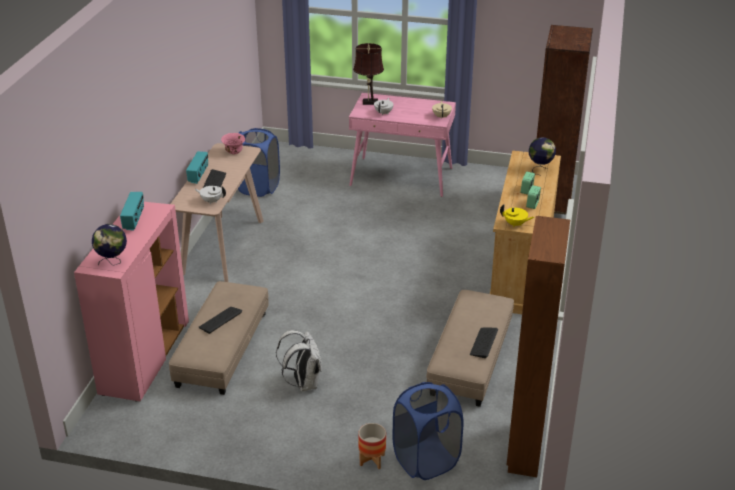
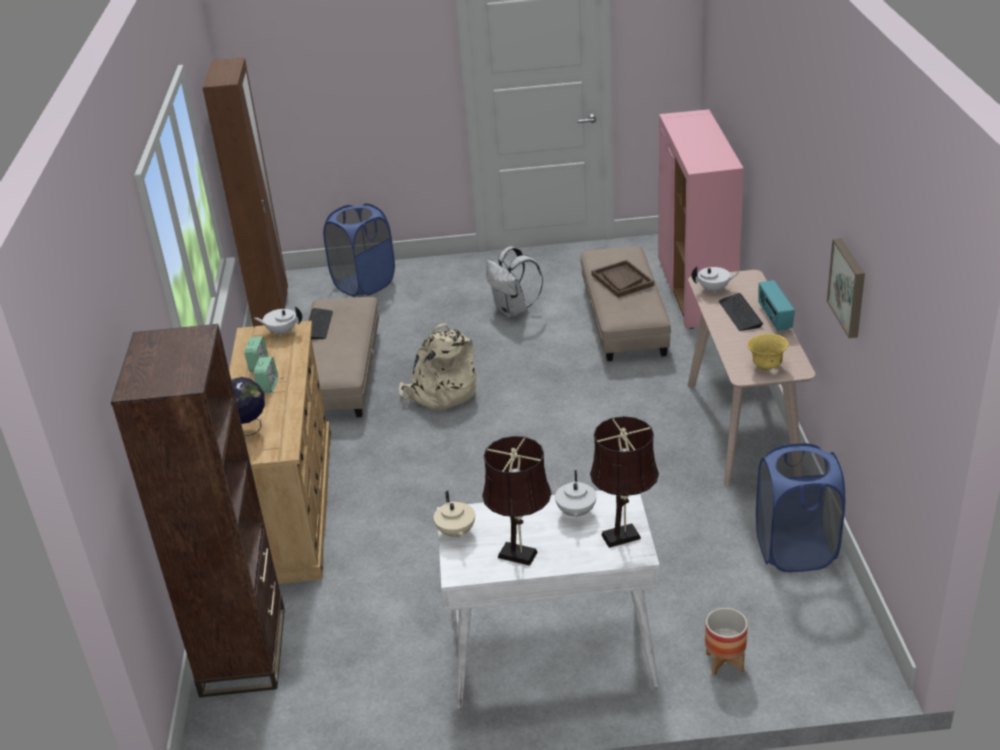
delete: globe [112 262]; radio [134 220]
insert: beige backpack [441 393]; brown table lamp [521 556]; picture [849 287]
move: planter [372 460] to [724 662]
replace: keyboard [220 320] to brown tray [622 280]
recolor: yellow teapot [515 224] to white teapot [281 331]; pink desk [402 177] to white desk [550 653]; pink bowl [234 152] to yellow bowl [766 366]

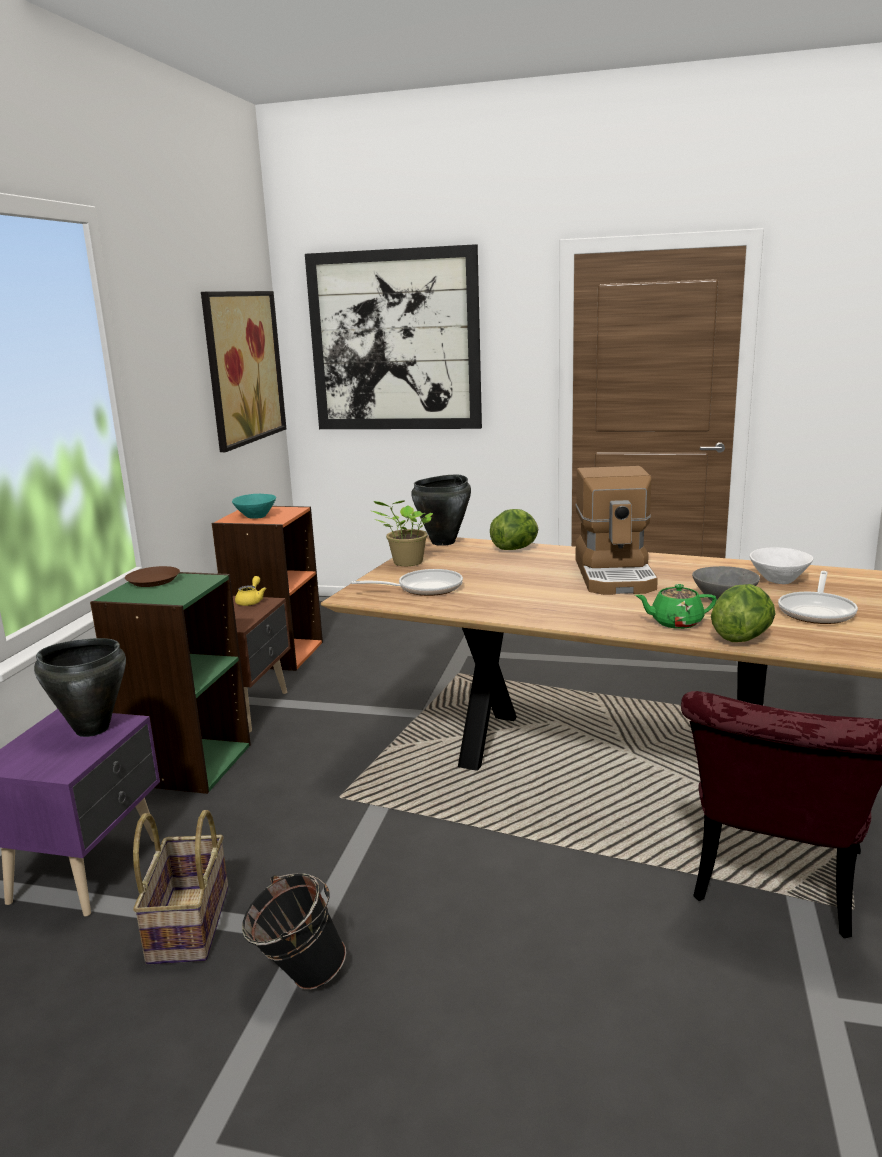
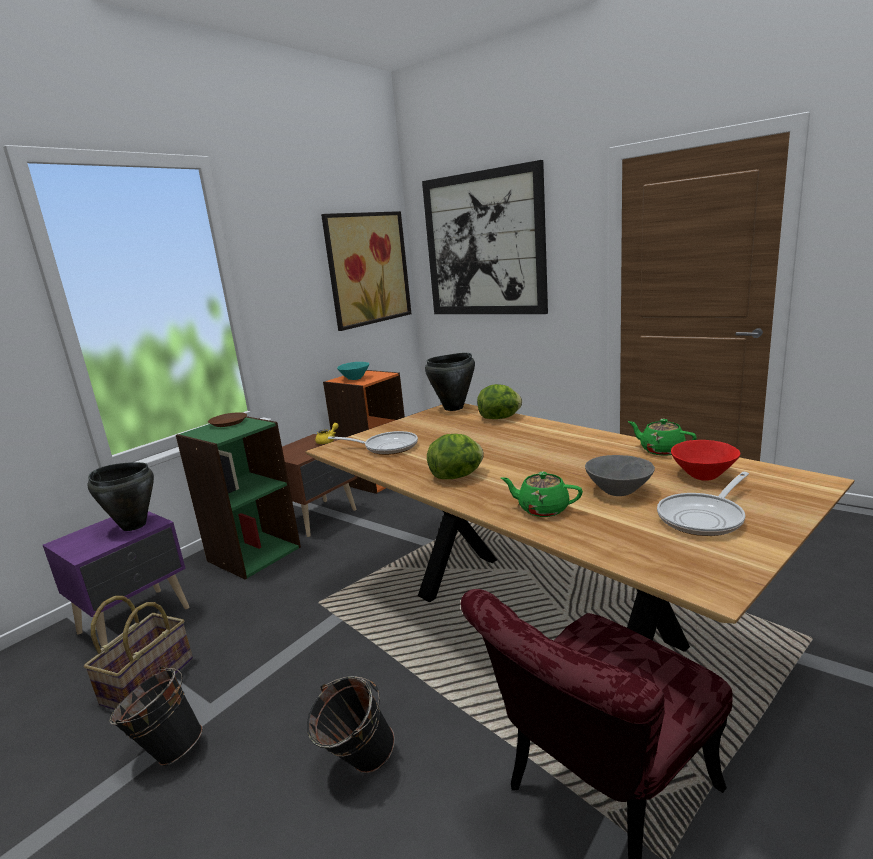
delete: potted plant [406 563]; coffee machine [616 575]
insert: black bucket [356 764]; green teapot [661 450]
move: lettuce [742 637] to [457 476]
recolor: white bowl [778 580] to red bowl [702 475]

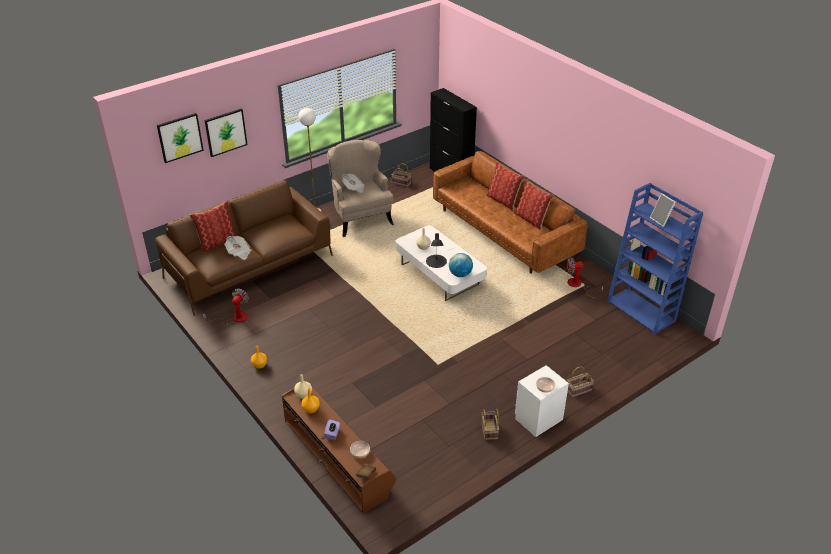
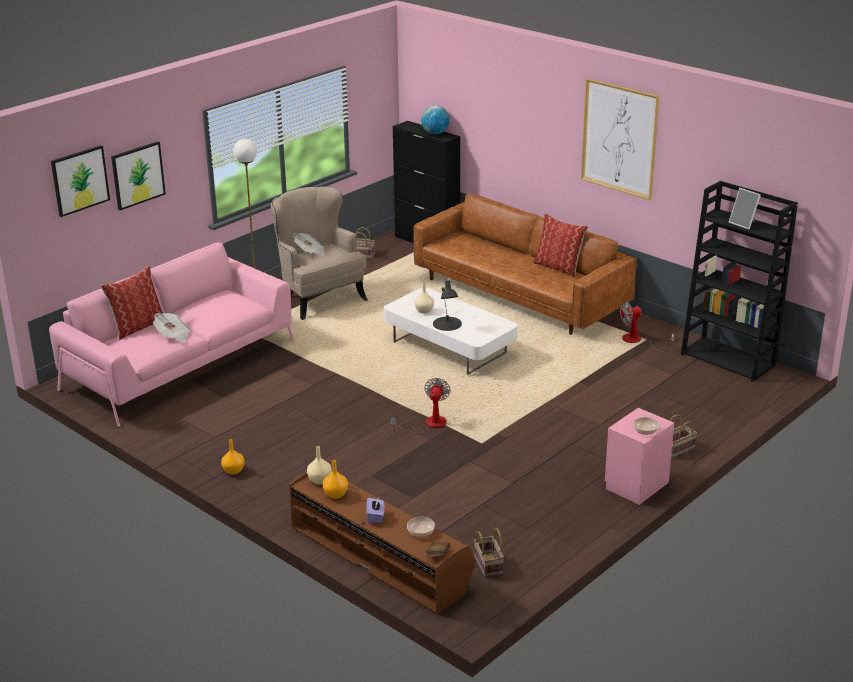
delete: pillow [503 201]
insert: picture [619 138]
move: fan [234 318] to [428 424]; globe [460 274] to [435 133]; basket [490 431] to [489 565]
recolor: brown sofa [249 267] to pink sofa [179 365]; white nightstand [538 419] to pink nightstand [636 485]; blue bookcase [641 311] to black bookcase [729 359]

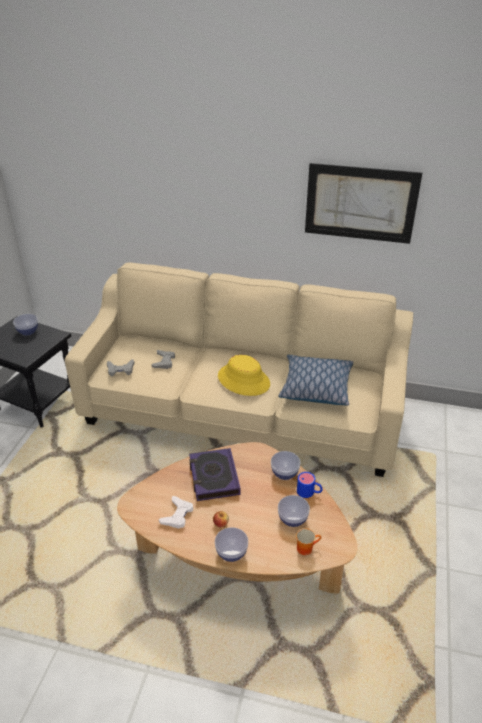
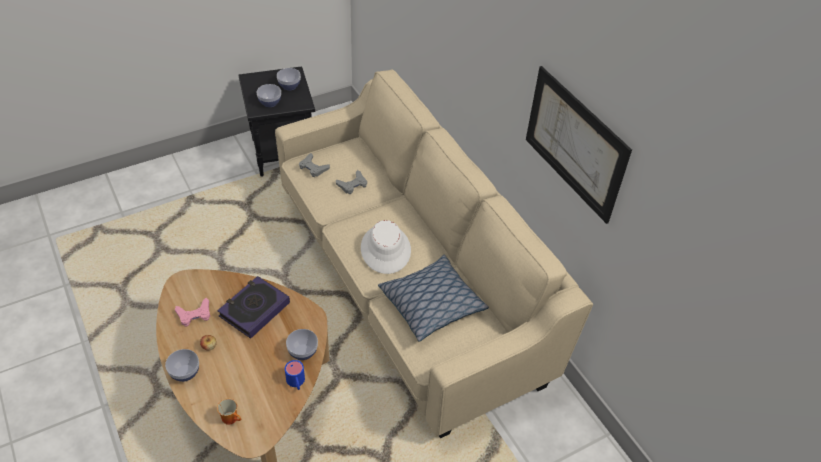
move: bowl [292 519] to [270 103]
recolor: white game controller [177 515] to pink game controller [194 315]; yellow hat [244 380] to white hat [386 249]

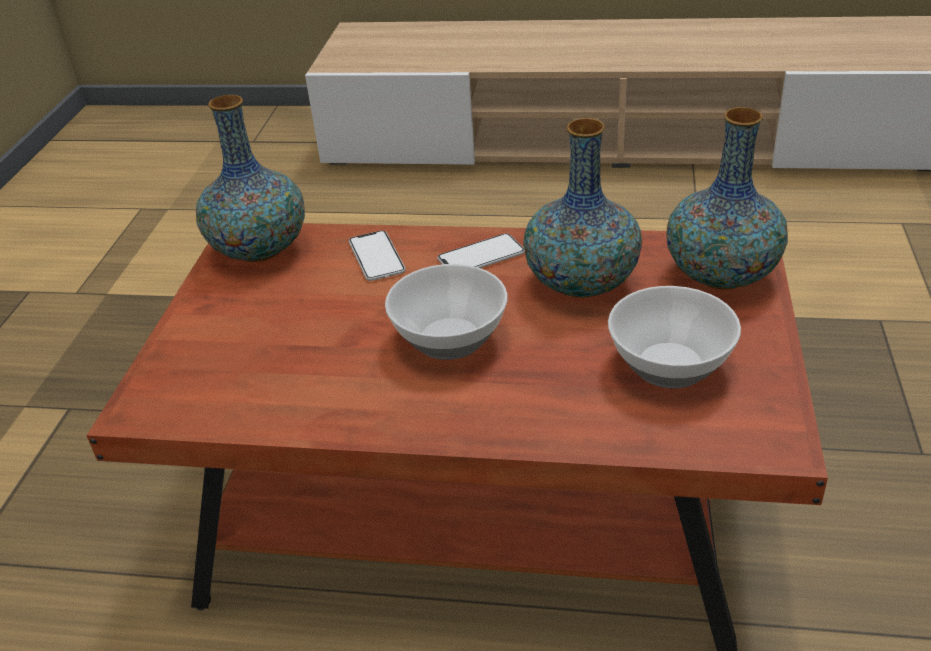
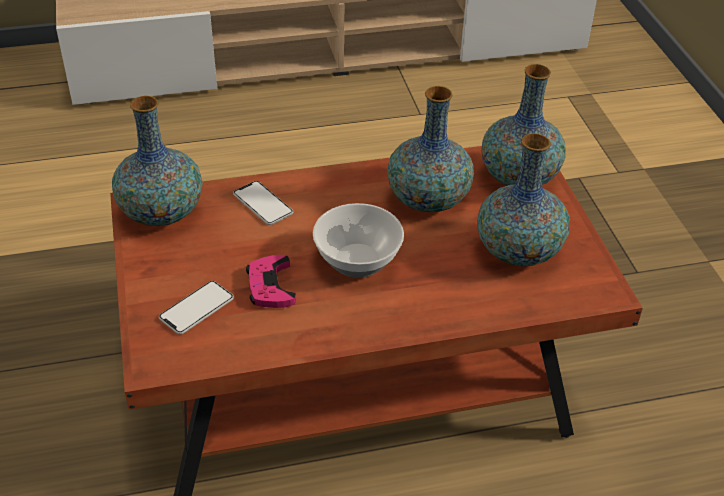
insert: pink game controller [270 286]
move: phone [481 256] to [196 308]
replace: bowl [672 366] to vase [518 252]

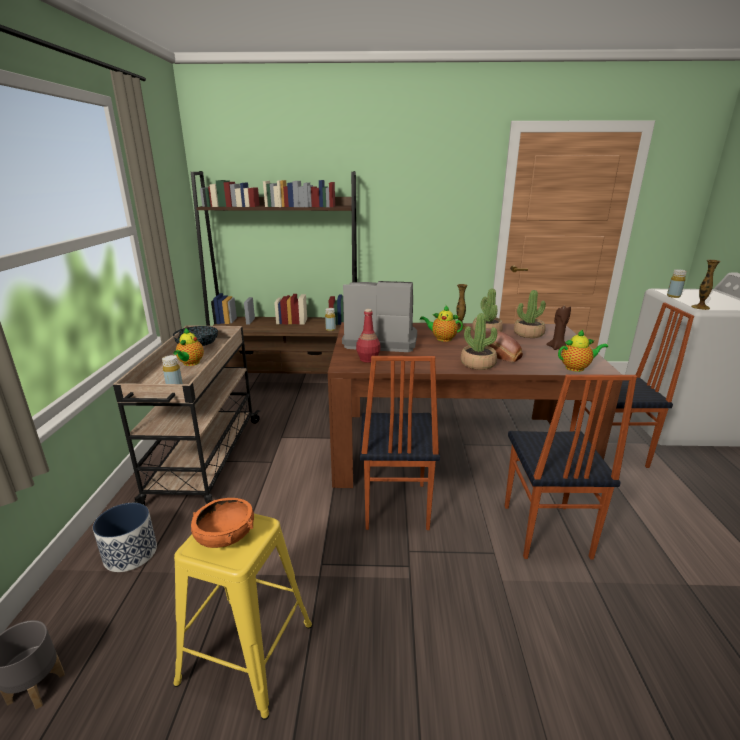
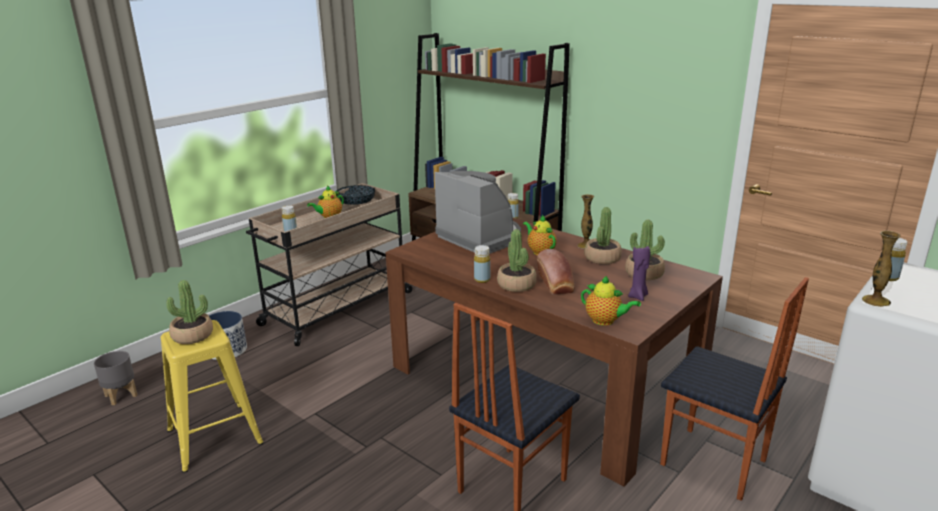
delete: red bottle [368 359]; chair [394 506]
insert: yellow bottle [482 279]
replace: orange bowl [225 536] to potted plant [192 336]
recolor: brown candle [557 348] to purple candle [638 296]

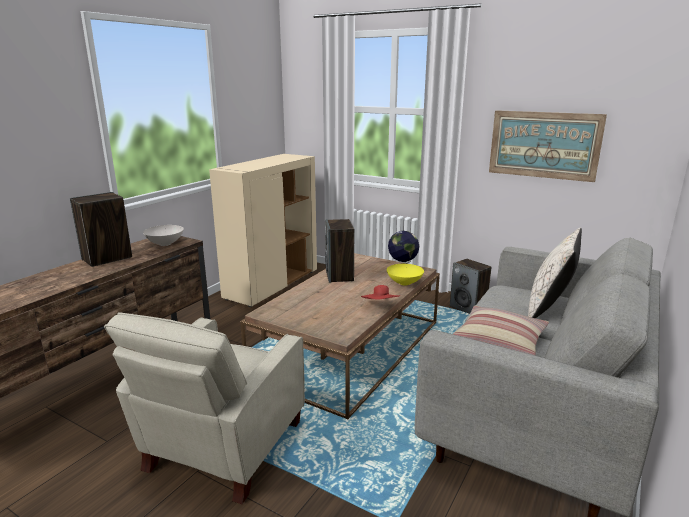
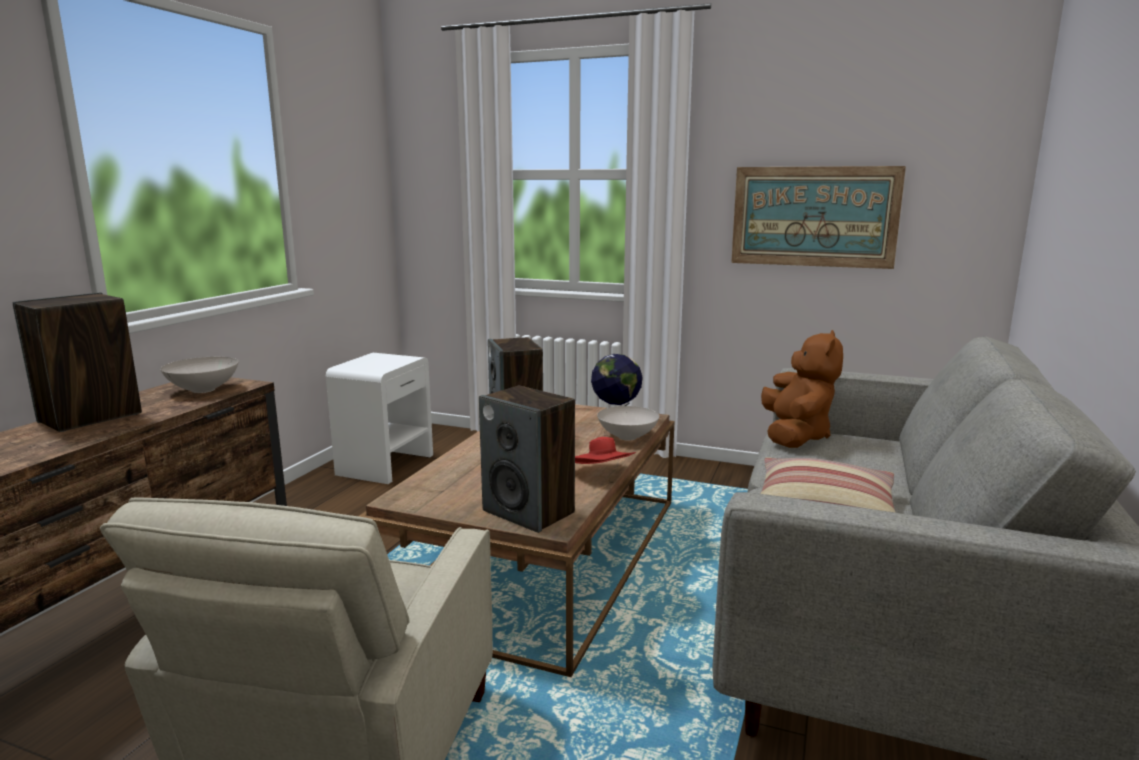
delete: beige pillow [549 309]
insert: brown plush toy [795 436]
move: speaker [468 308] to [529 512]
replace: beige cabinet [272 284] to white nightstand [386 464]
recolor: yellow bowl [404 283] to white bowl [626 437]

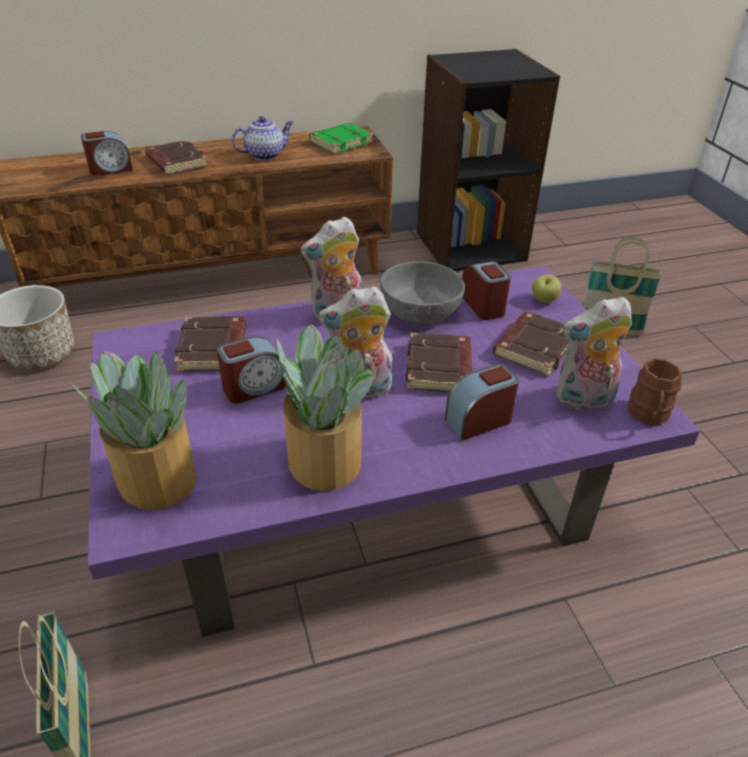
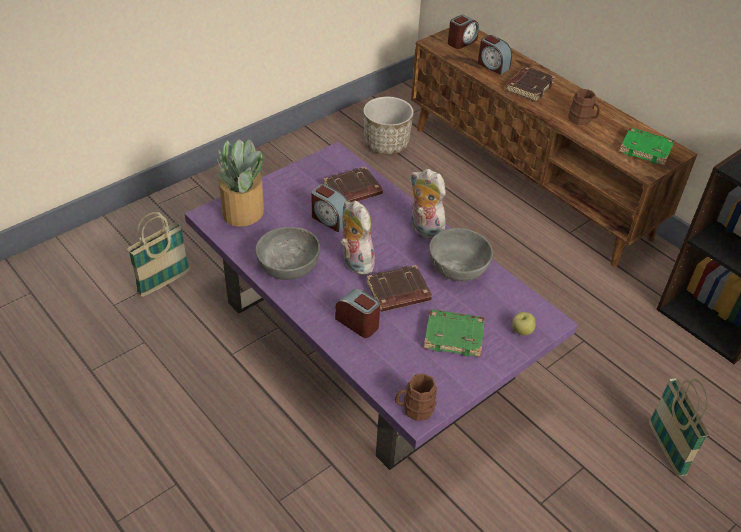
delete: plush toy [583 400]
move: alarm clock [483 305] to [461 42]
replace: potted plant [324 459] to grey bowl [288 266]; teapot [265 155] to brown mug [582 120]
recolor: brown book [534 347] to green book [454 335]

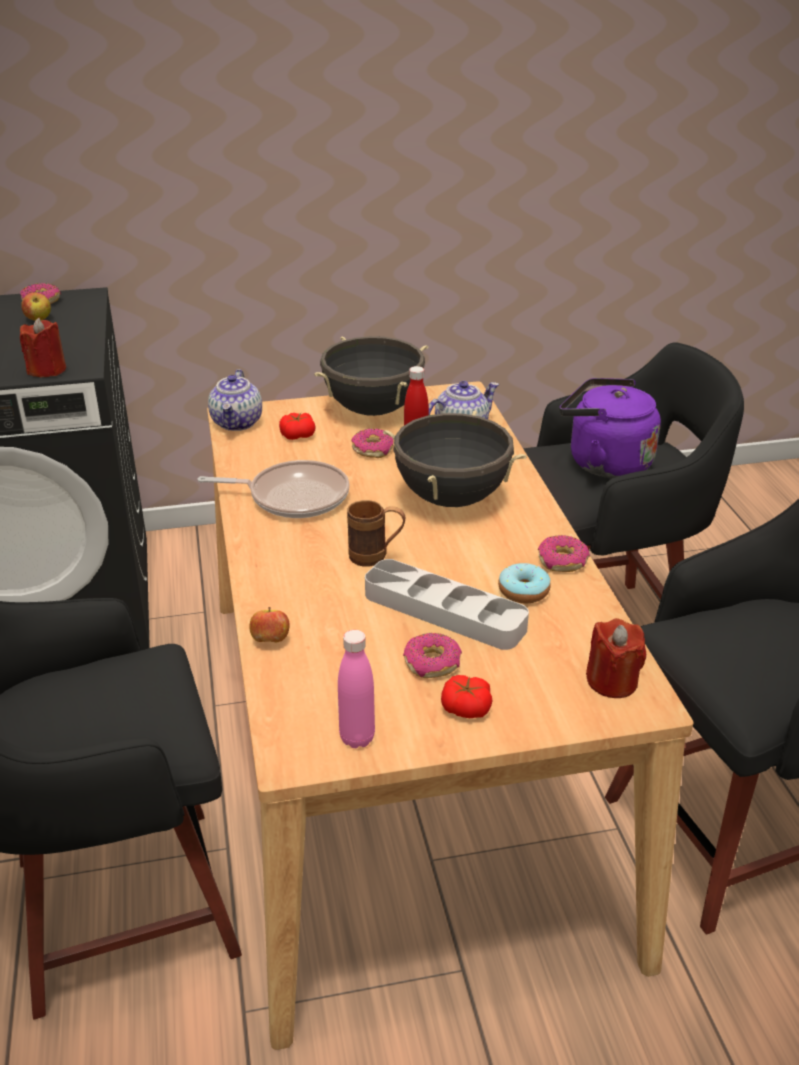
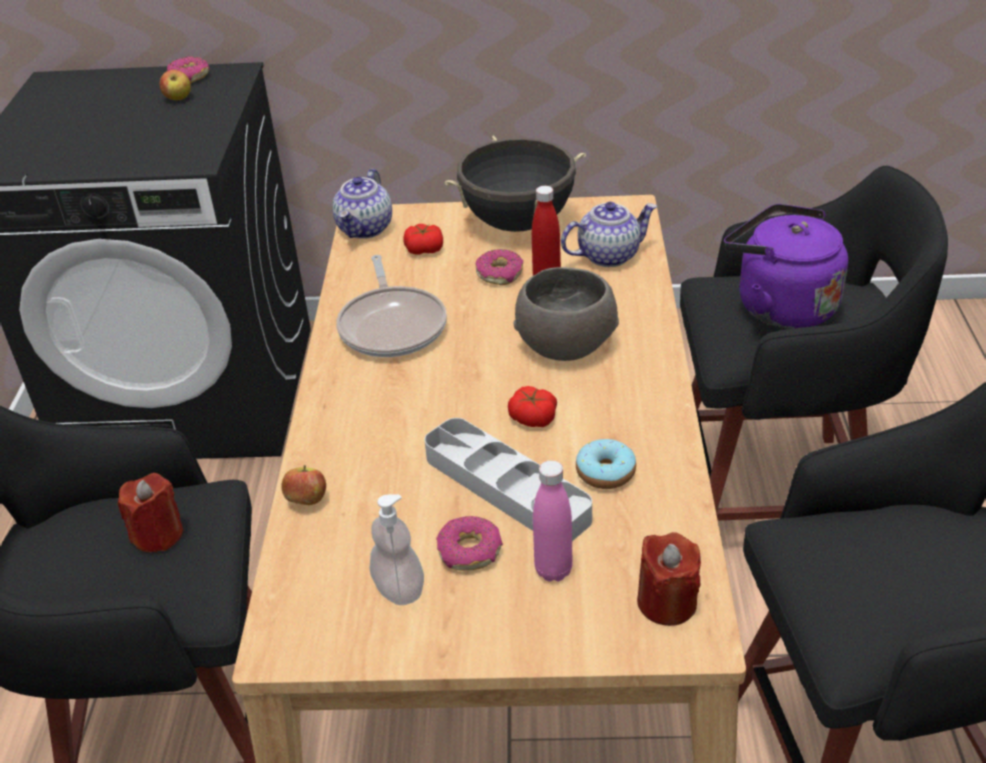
delete: brown mug [376 557]; donut [563 561]
insert: soap dispenser [399 589]
move: red candle [47 370] to [158 534]; tomato [466 708] to [532 418]; pink bottle [357 738] to [553 570]
replace: black cooking pot [451 498] to grey bowl [566 343]
rotate: frying pan [293 496] = [392 325] 60 degrees clockwise

